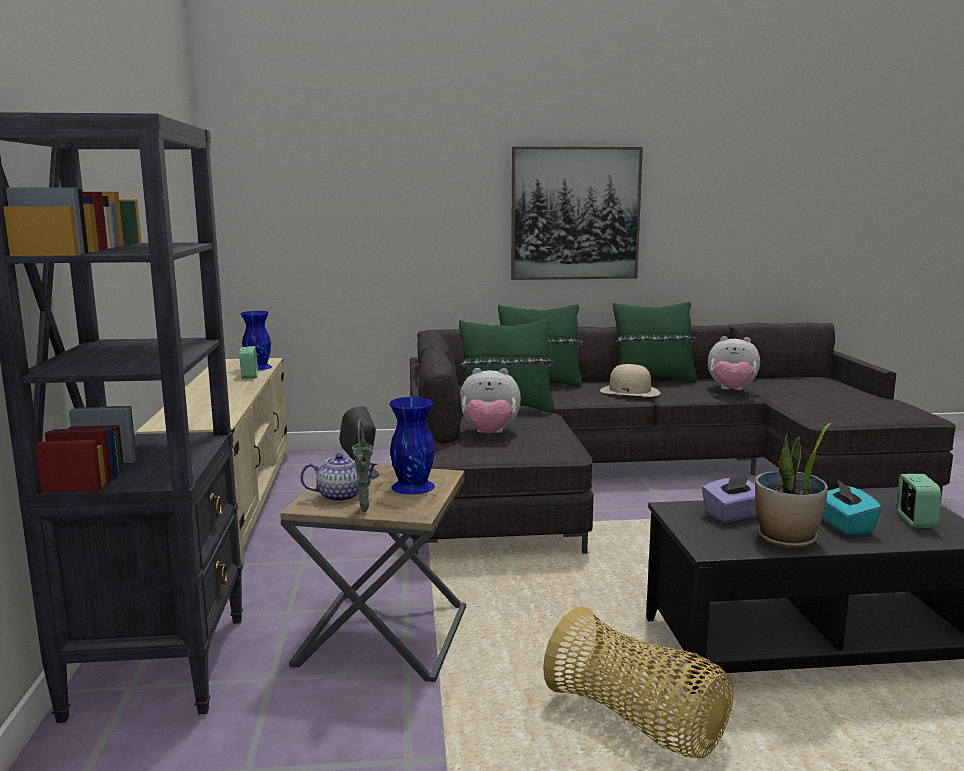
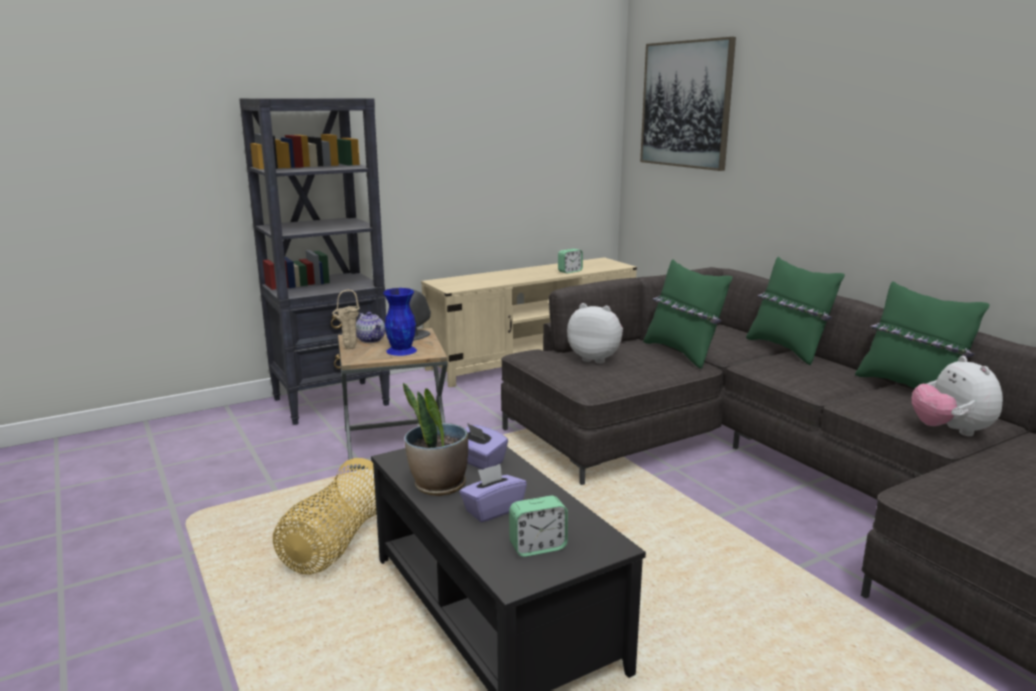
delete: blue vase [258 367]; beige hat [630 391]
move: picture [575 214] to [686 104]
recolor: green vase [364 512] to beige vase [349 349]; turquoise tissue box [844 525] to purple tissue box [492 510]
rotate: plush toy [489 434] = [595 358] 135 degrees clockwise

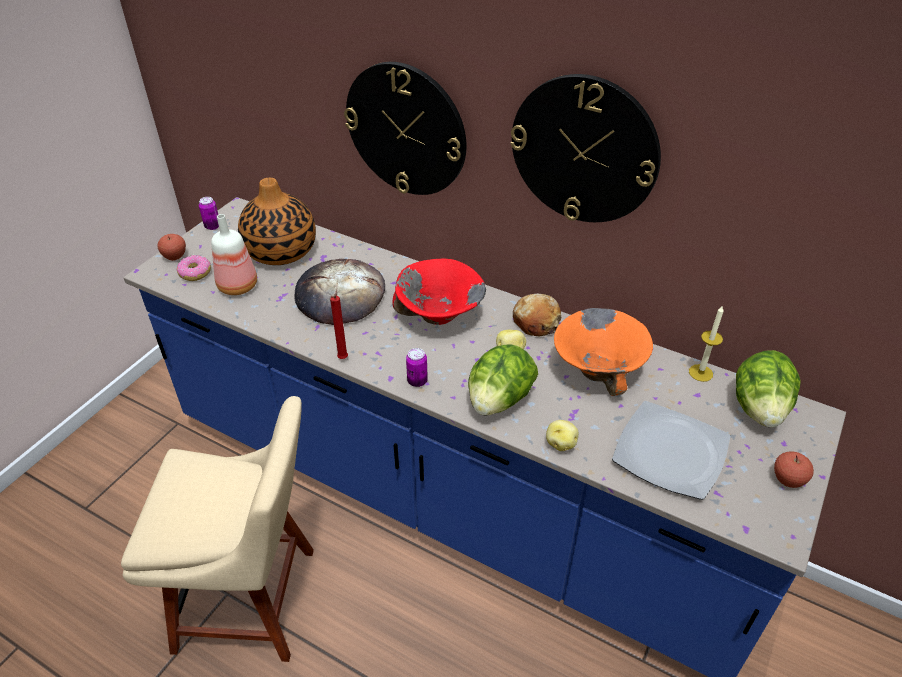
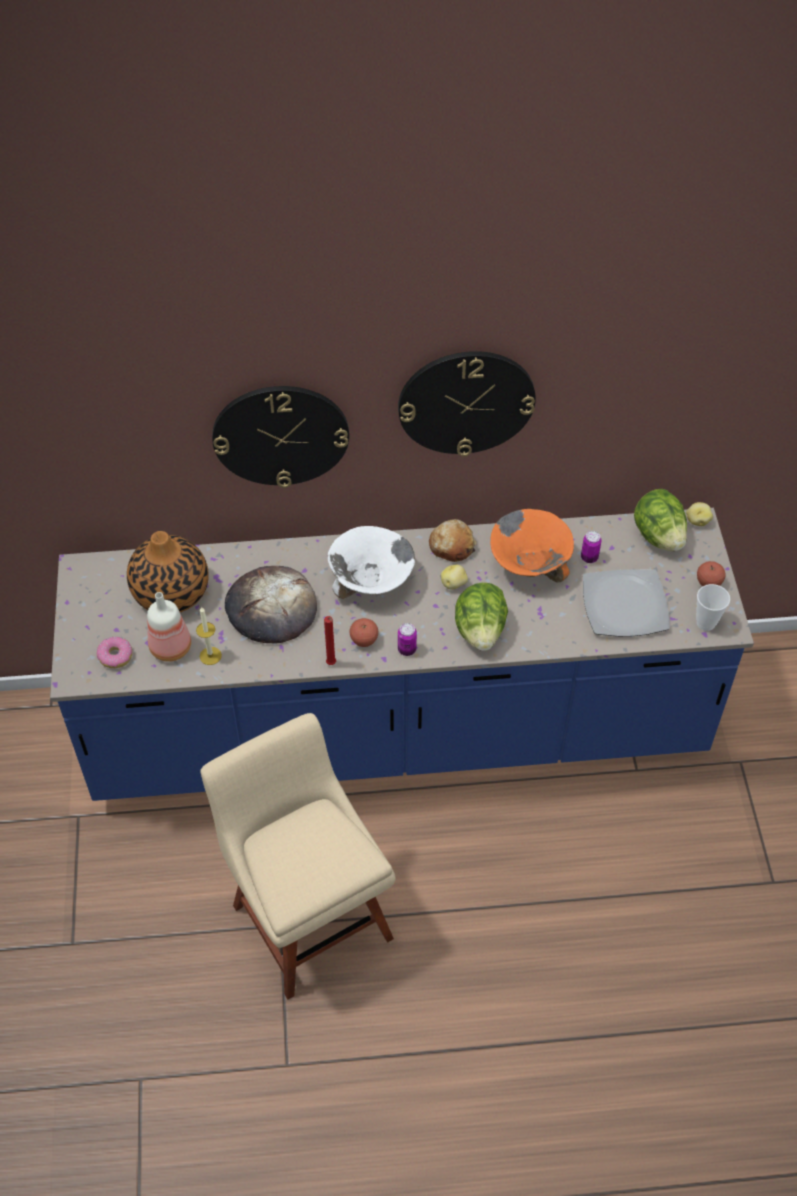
insert: cup [706 623]
move: candle [700 373] to [210 656]; apple [175 256] to [364 640]; can [212 226] to [589 557]; potato [561 443] to [697 520]
recolor: red bowl [439 315] to white bowl [371 581]
rotate: beige chair [254 600] = [308 915] 90 degrees counterclockwise

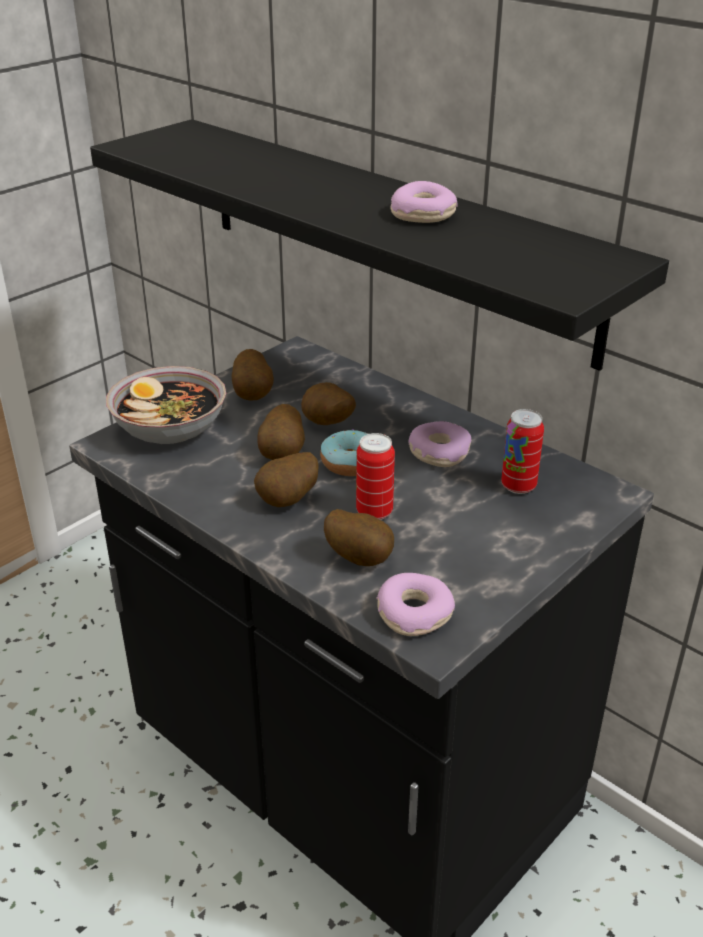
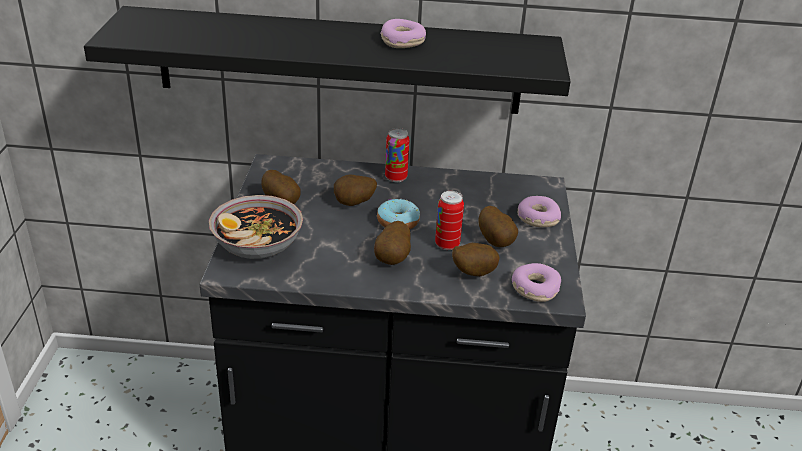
move: can [518 486] to [396 178]; potato [283 454] to [497 241]; donut [439 452] to [537 218]

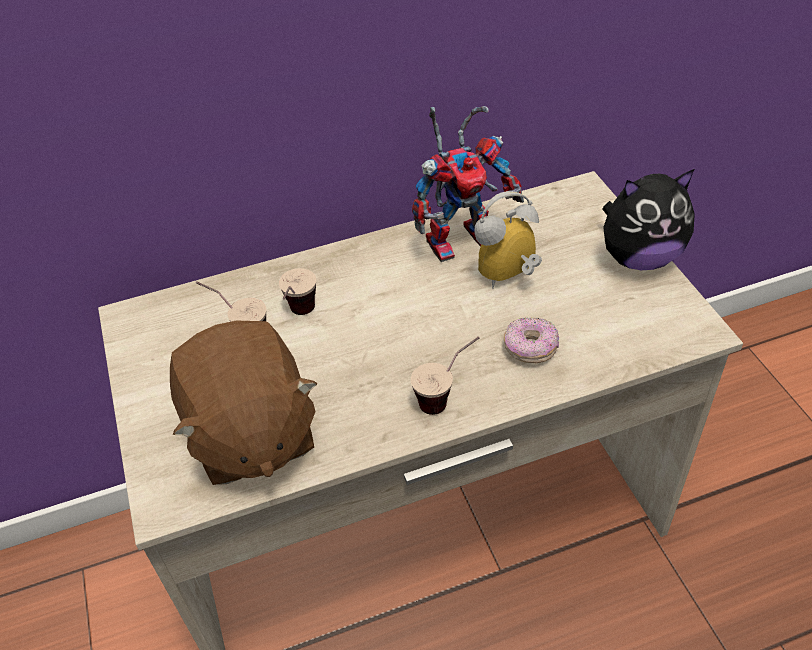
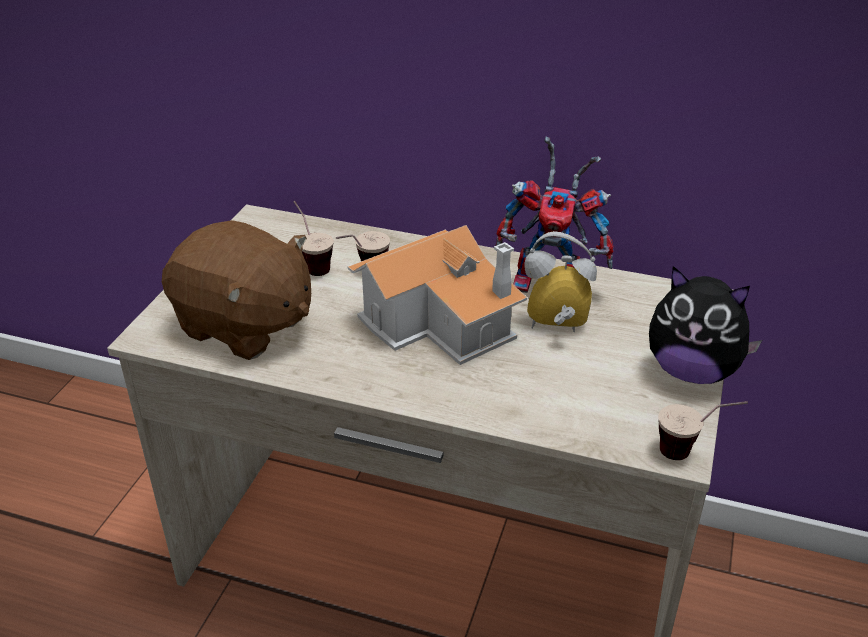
delete: donut [530 349]
insert: toy house [442 321]
move: cup [447 397] to [692 452]
rotate: brown plush toy [250 434] = [245 326] 75 degrees counterclockwise

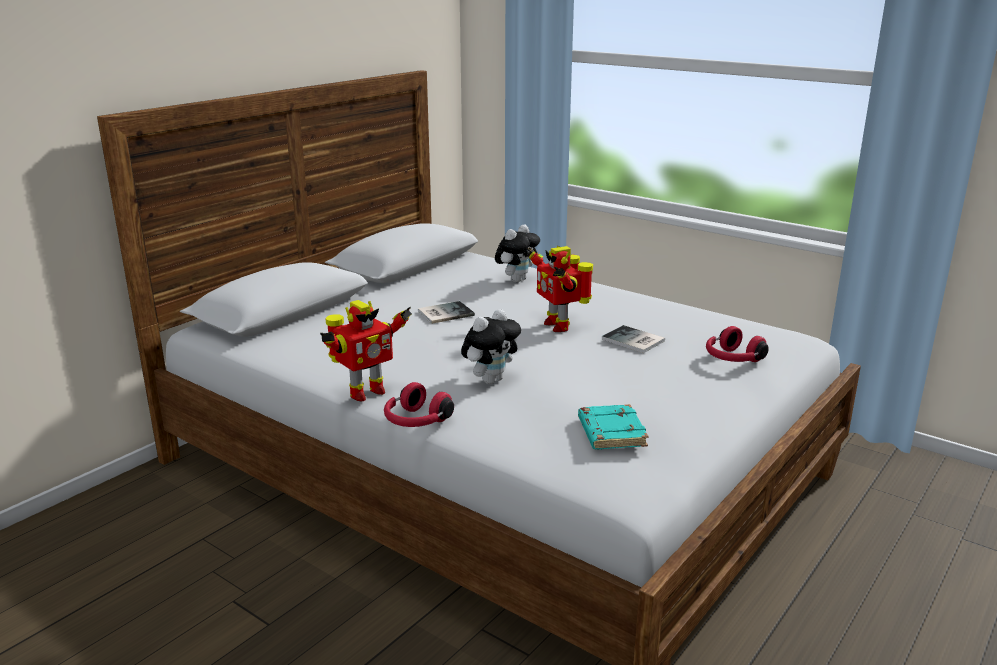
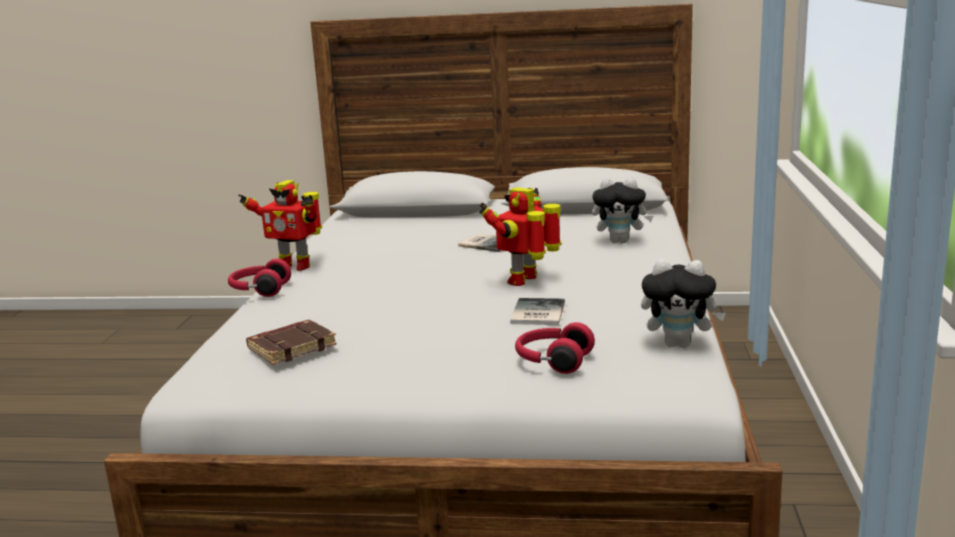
move: plush toy [491 379] to [680 344]
recolor: turquoise book [610 432] to brown book [292 347]

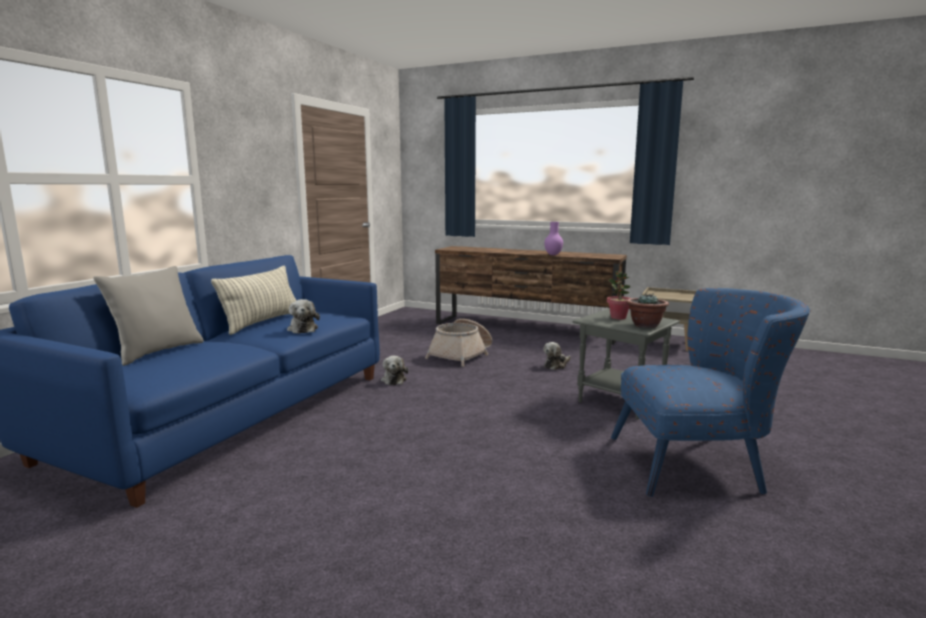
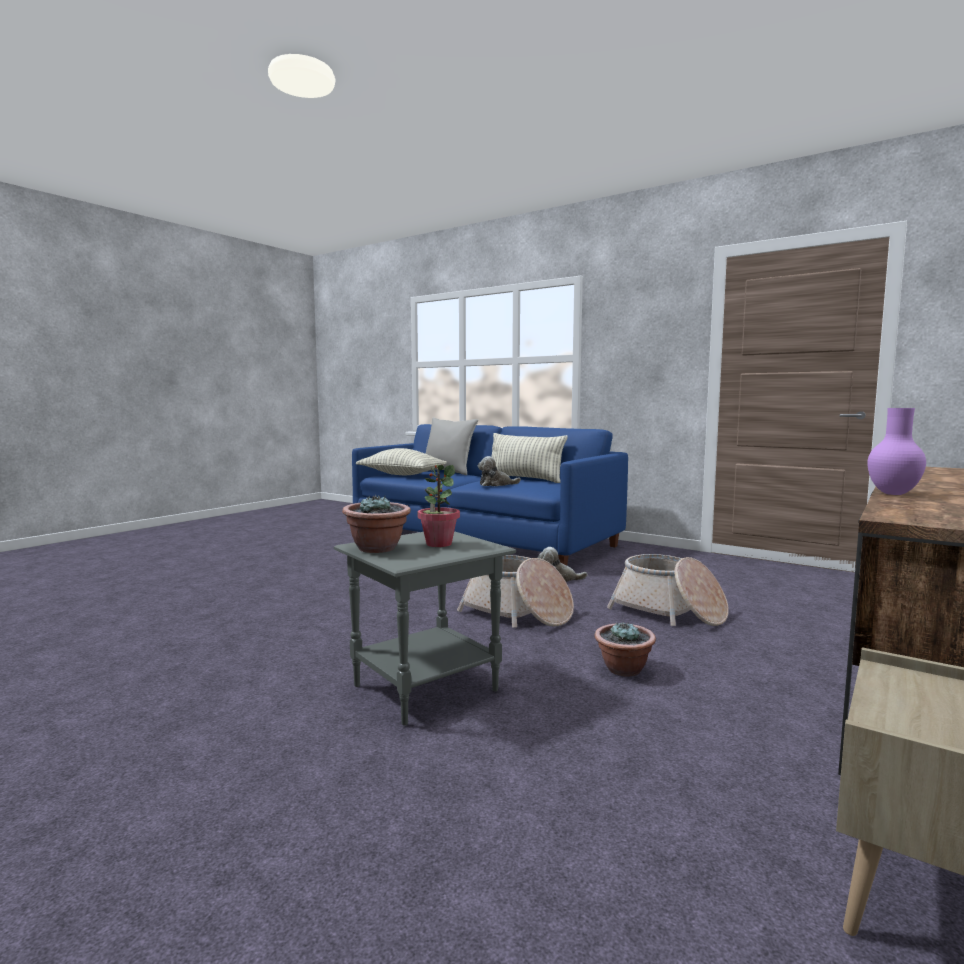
delete: blue armchair [699 465]
insert: pillow [401 474]; basket [518 613]
replace: plush toy [556 365] to potted plant [623 670]

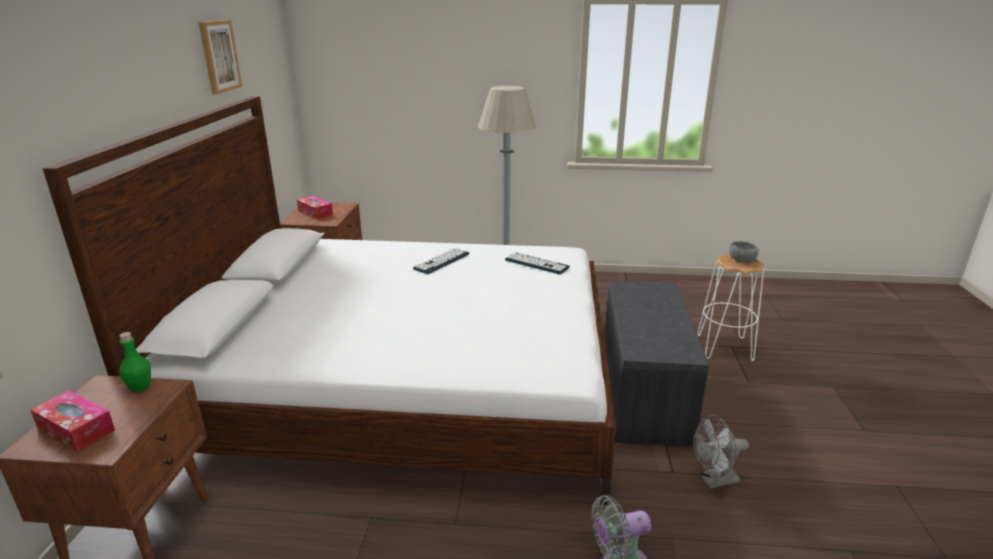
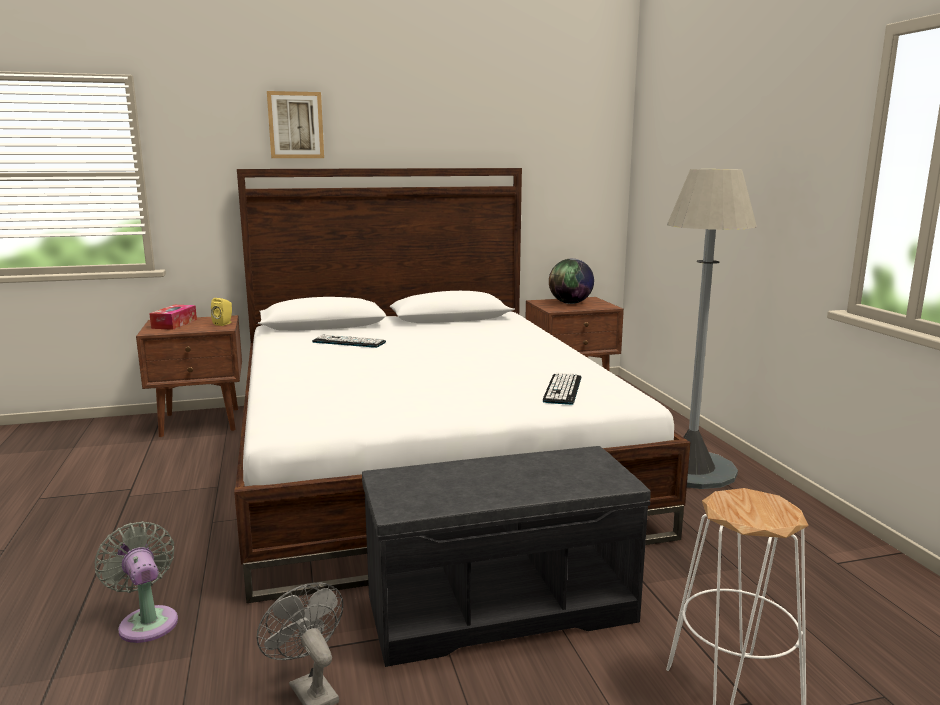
delete: grey bowl [742 259]
move: picture [219 56] to [295 125]; keyboard [442 261] to [349 342]
replace: green bottle [140 387] to yellow speaker [224 324]; tissue box [315 213] to globe [570 303]

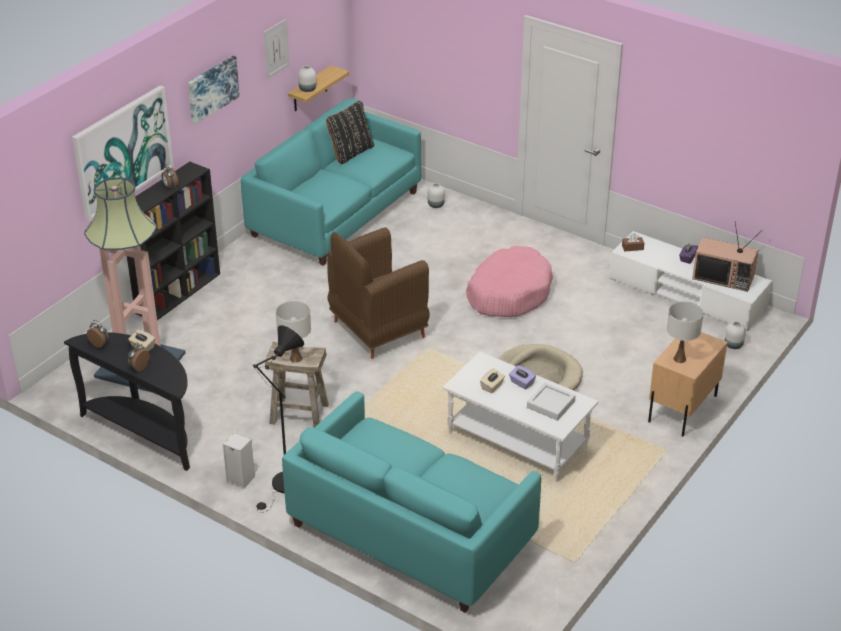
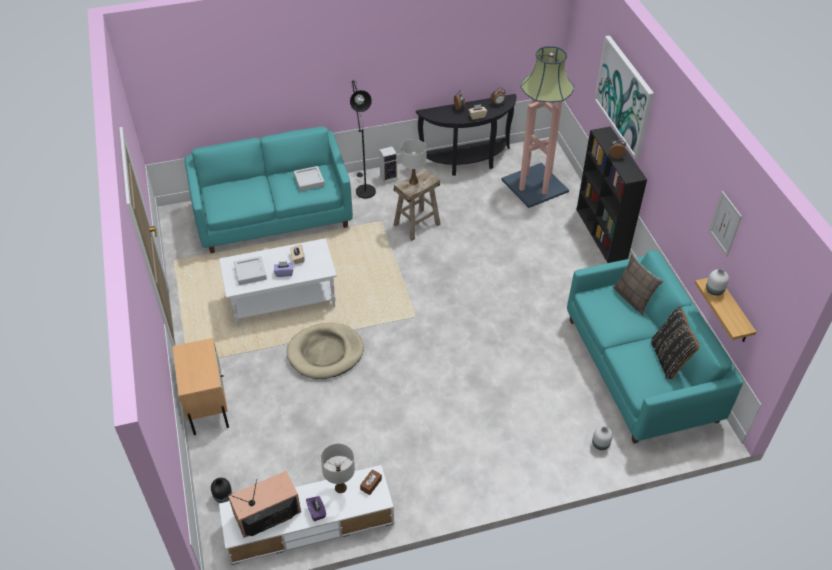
delete: picture [212 89]; brown armchair [377 330]; pink dog bed [509 293]
insert: grey tray [309 180]; pillow [633 299]
move: white table lamp [679 359] to [341 488]
recolor: white vase [734 345] to black vase [222 496]

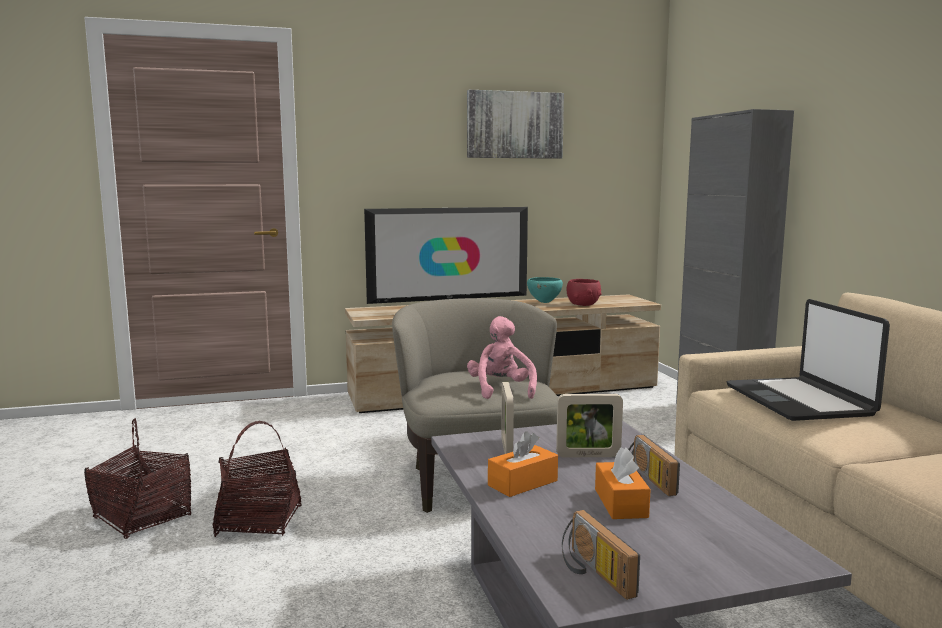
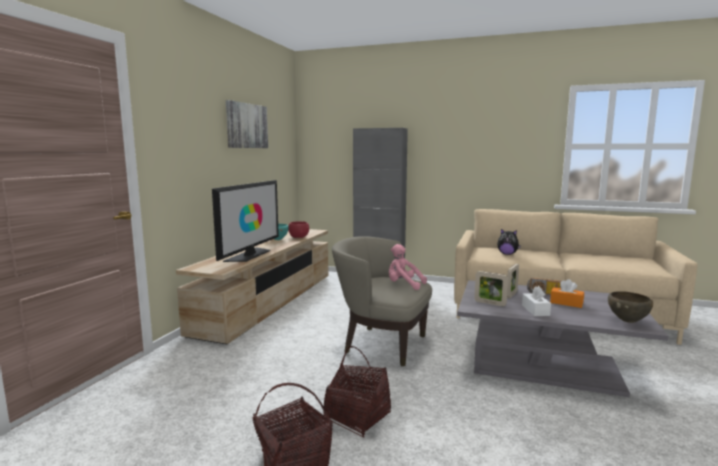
replace: laptop [799 401] to plush toy [507 254]; radio [592 573] to brown bowl [628 321]
recolor: orange tissue box [522 483] to white tissue box [535 310]

